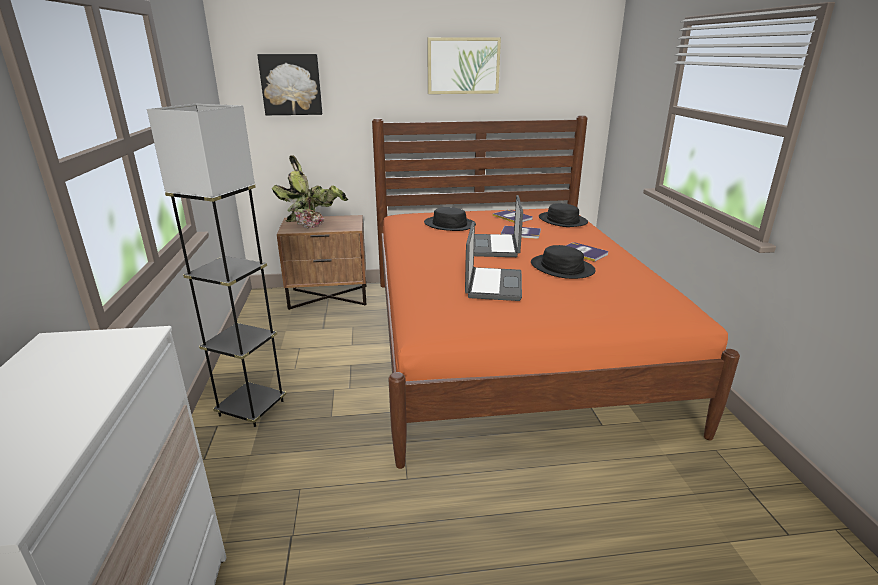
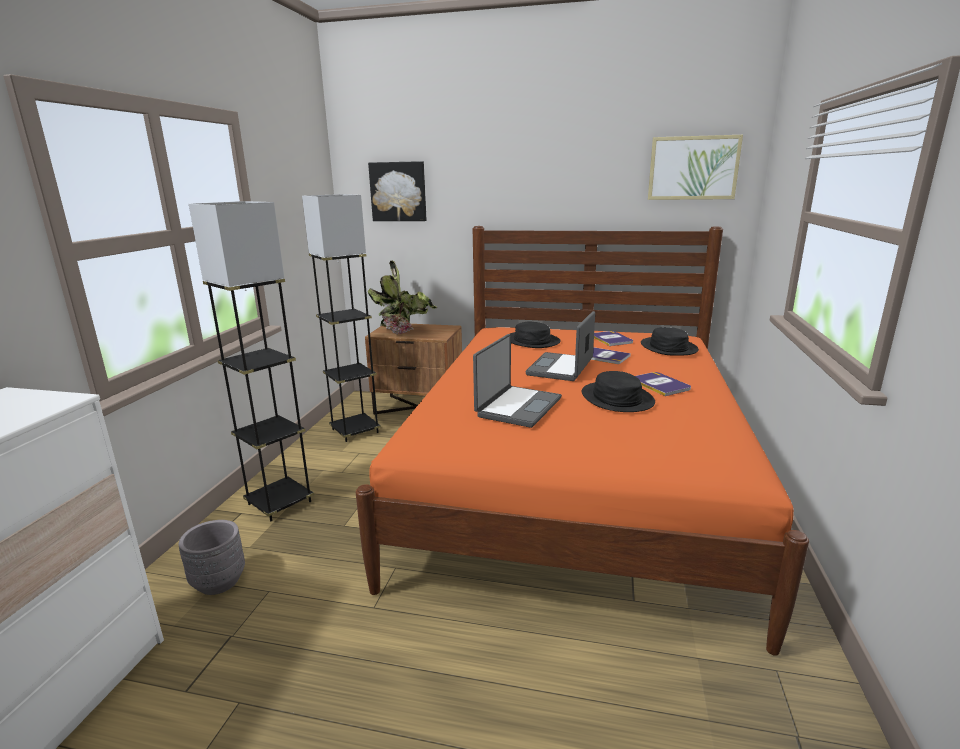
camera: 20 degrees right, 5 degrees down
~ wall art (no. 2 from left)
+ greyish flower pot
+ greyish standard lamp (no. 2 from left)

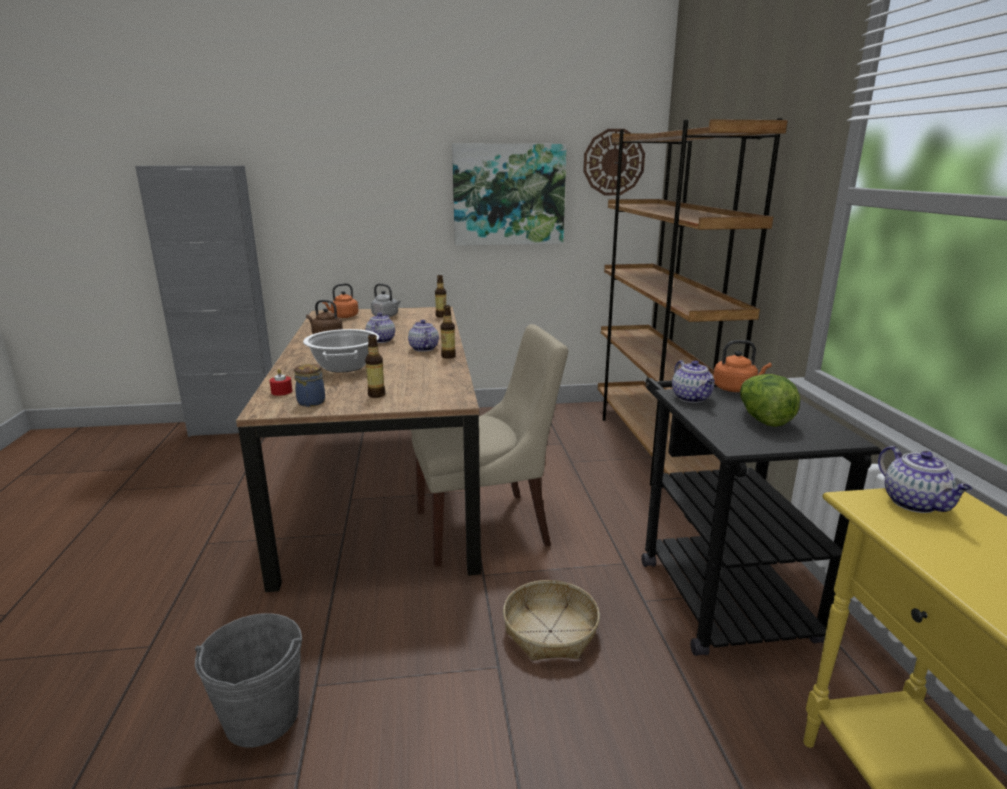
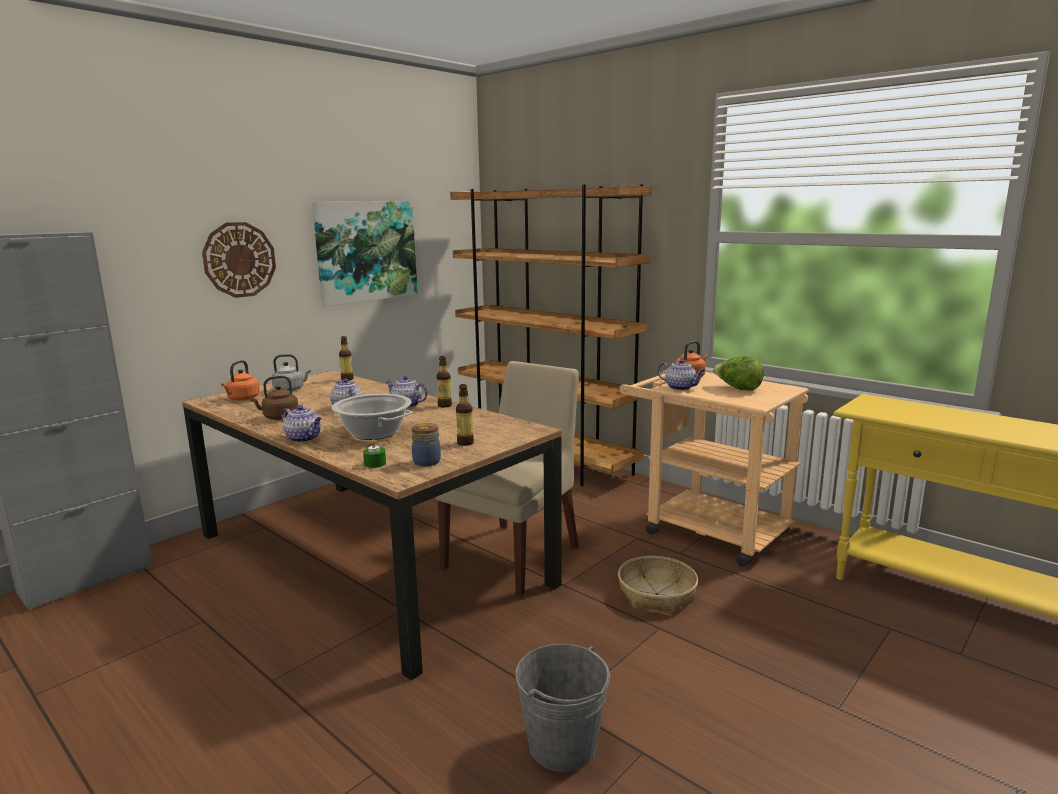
camera: 40 degrees left, 5 degrees down
~ red candle to greenish candle
~ hanging clock
~ blackish wheeled cart to sand-coloured wheeled cart
~ tea pot (no. 4 from left in the first image) to tea pot (no. 1 from left)

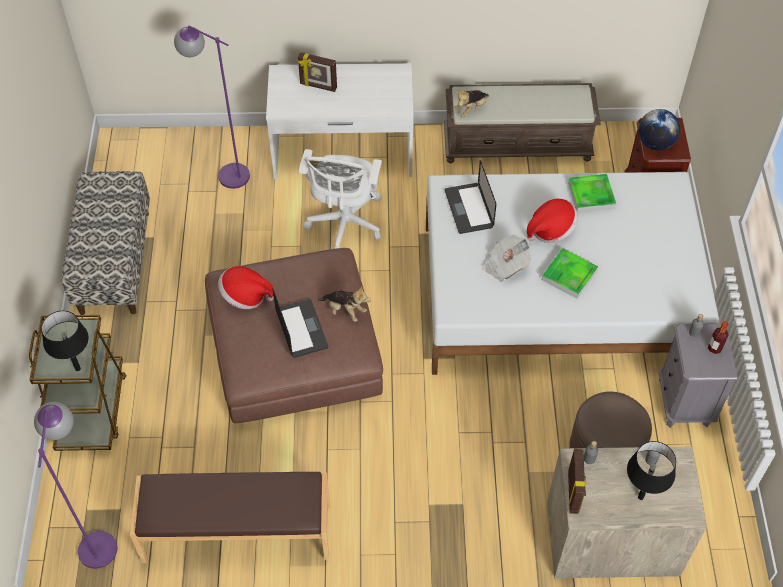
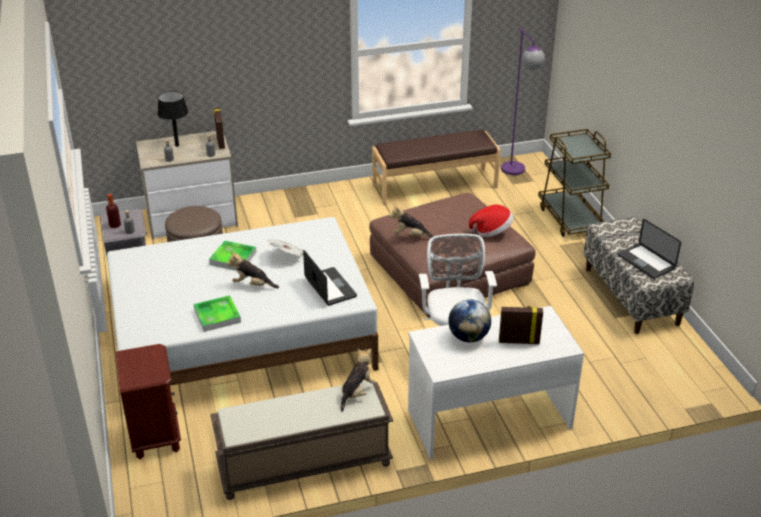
camera: 165 degrees right, 20 degrees down
- blackish table lamp (no. 1 from left)
- purplish standard lamp (no. 2 from left)
~ notebook computer (no. 1 from left in the first image) to notebook computer (no. 2 from left)
~ hat (no. 2 from left) to soft toy (no. 1 from left)
~ world globe

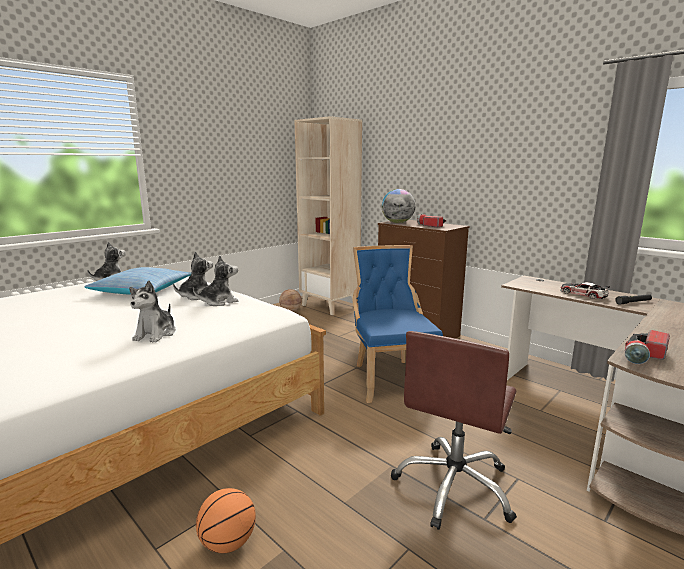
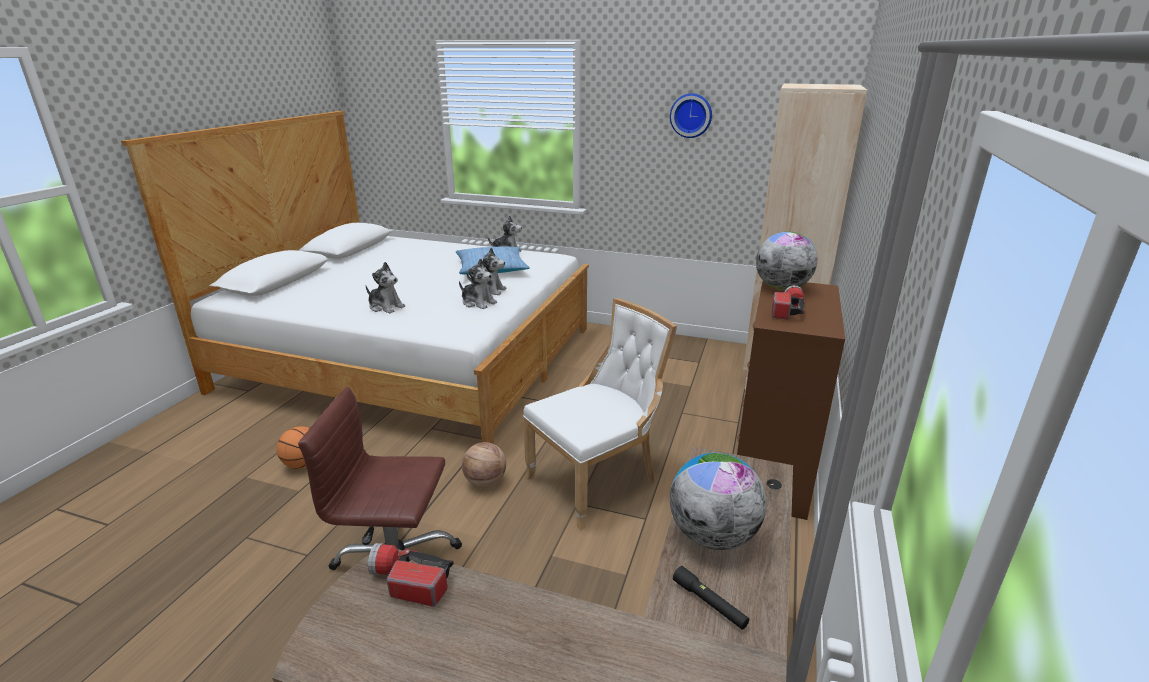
camera: 65 degrees right, 10 degrees up
~ soft toy (no. 2 from left in the first image) 135 degrees counterclockwise
~ basketball (no. 2 from left)
~ blue-coloured upright chair to white-coloured upright chair
~ miniature car to world globe (no. 1 from left)
+ hanging clock

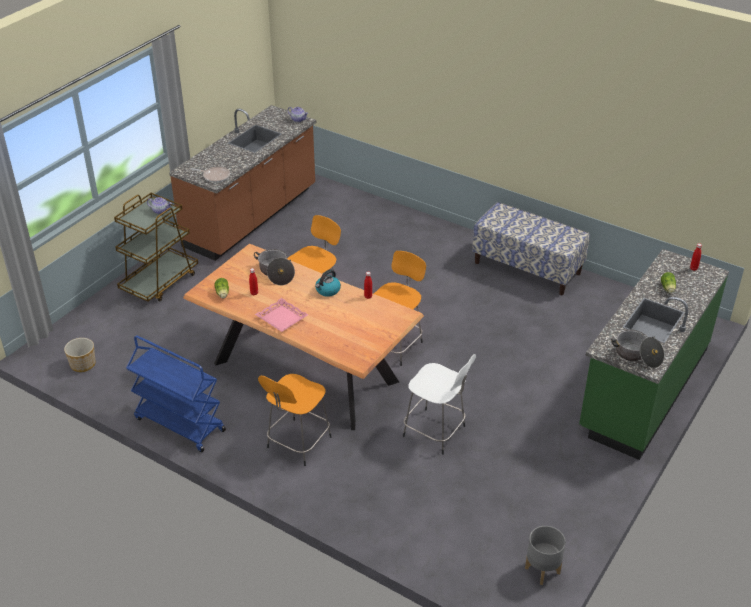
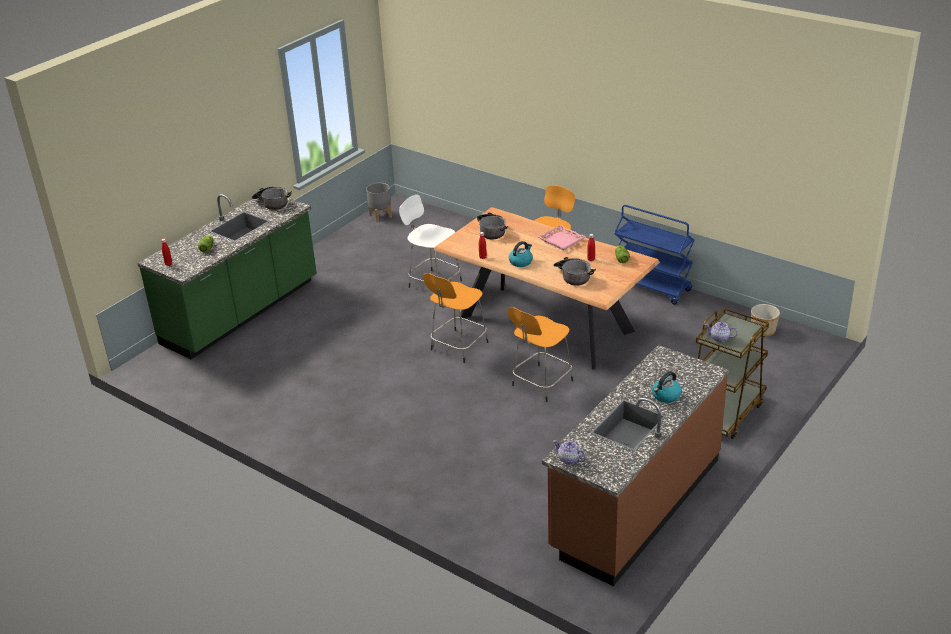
camera: 175 degrees left, 5 degrees down
- pan
- bench
+ stockpot (no. 2 from left)
+ tea kettle (no. 2 from left)

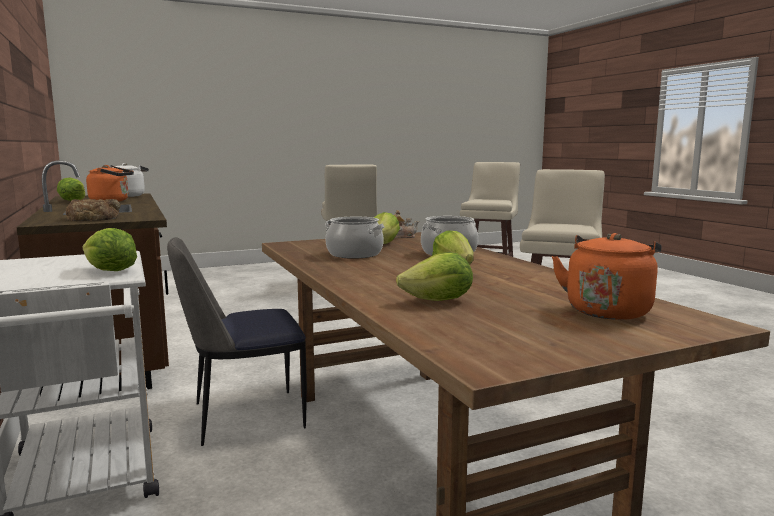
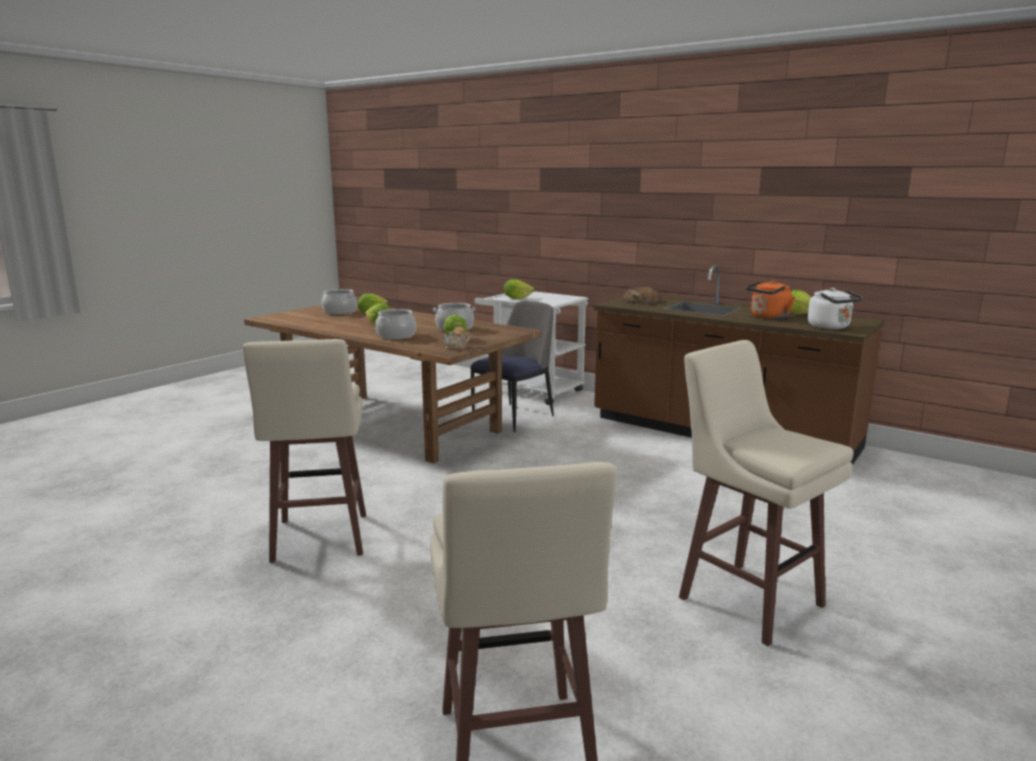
camera: 150 degrees right, 5 degrees up
- orange-coloured tea kettle (no. 2 from left)
+ stockpot (no. 1 from left)

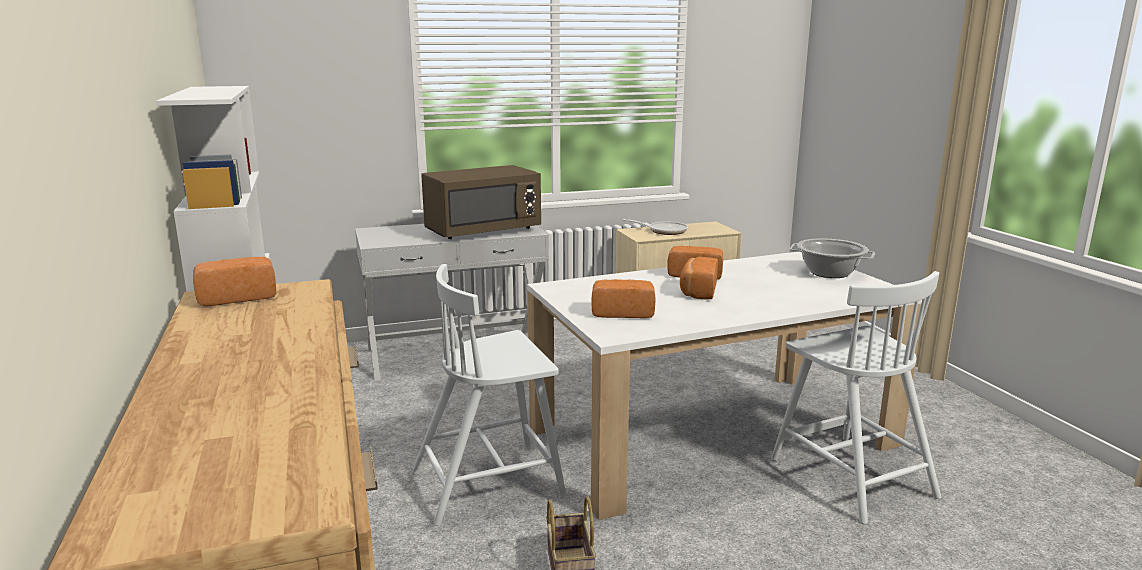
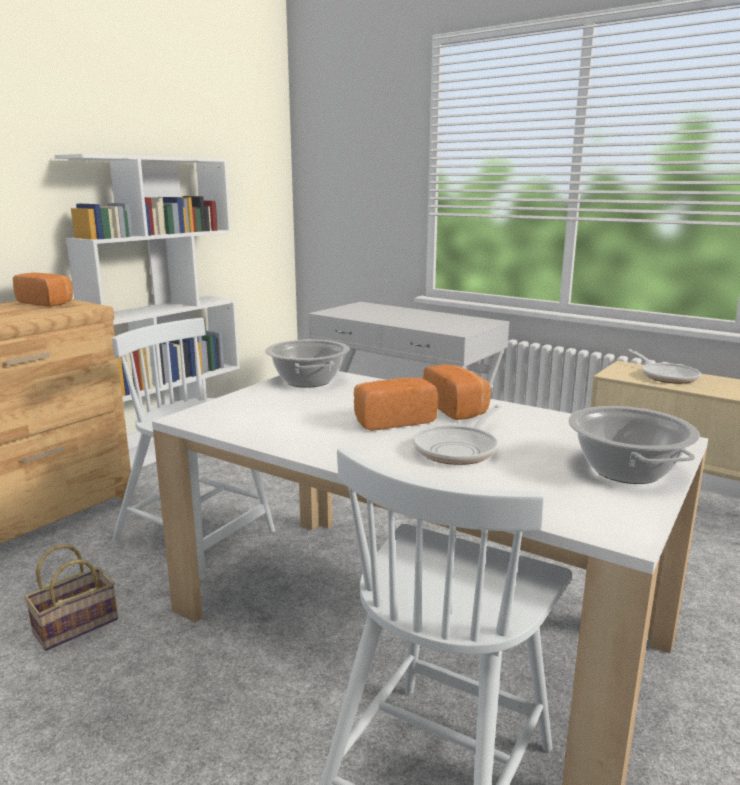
camera: 55 degrees right, 0 degrees up
- brown microwave oven
- bakery bread (no. 2 from left)
+ stockpot (no. 1 from left)
+ pan (no. 1 from left)

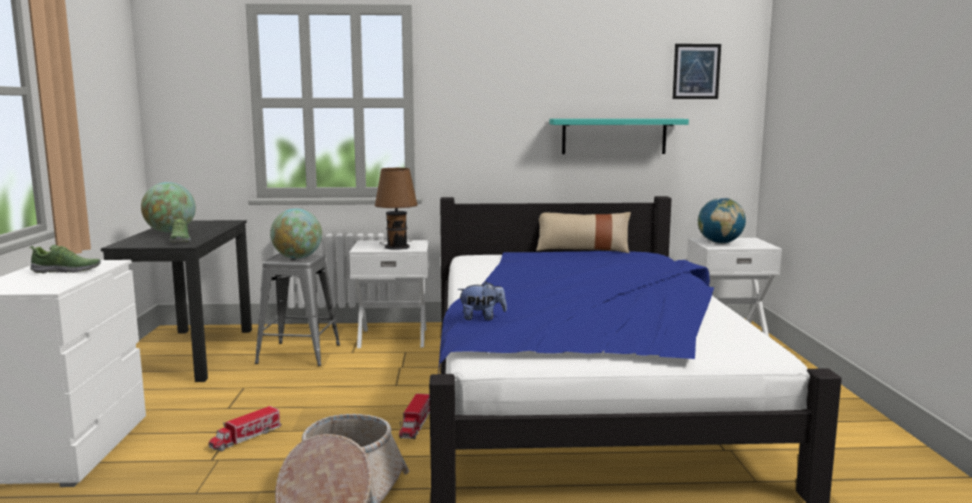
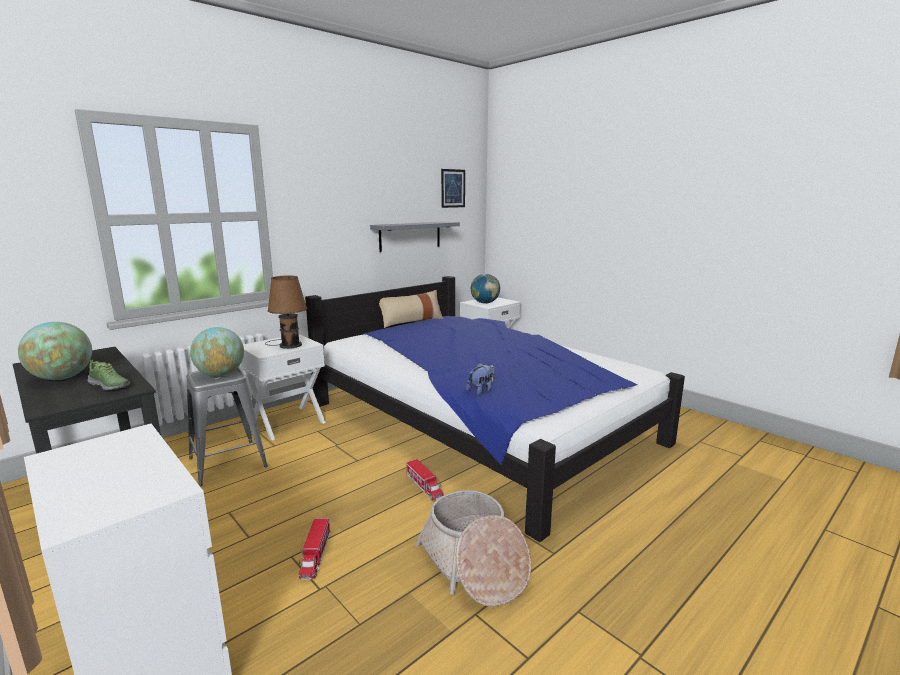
camera: 40 degrees left, 5 degrees up
- low shoe (no. 1 from left)
~ turquoise-coloured shelf to greyish shelf

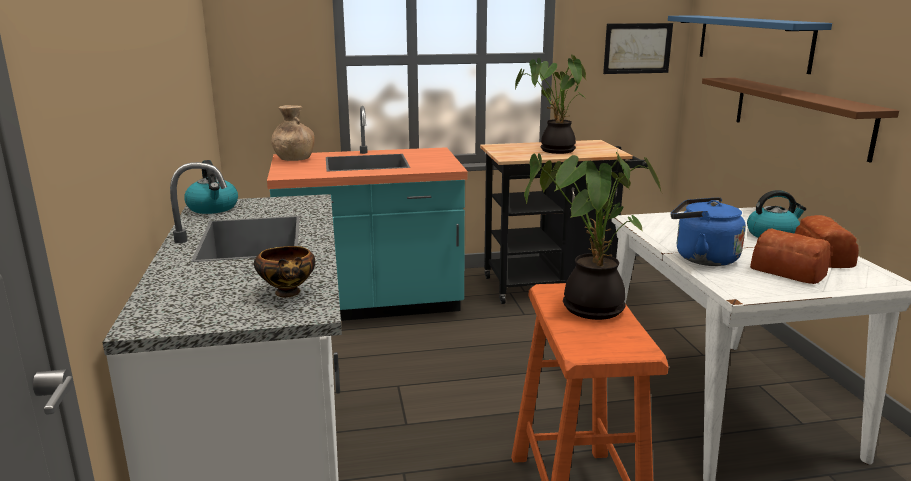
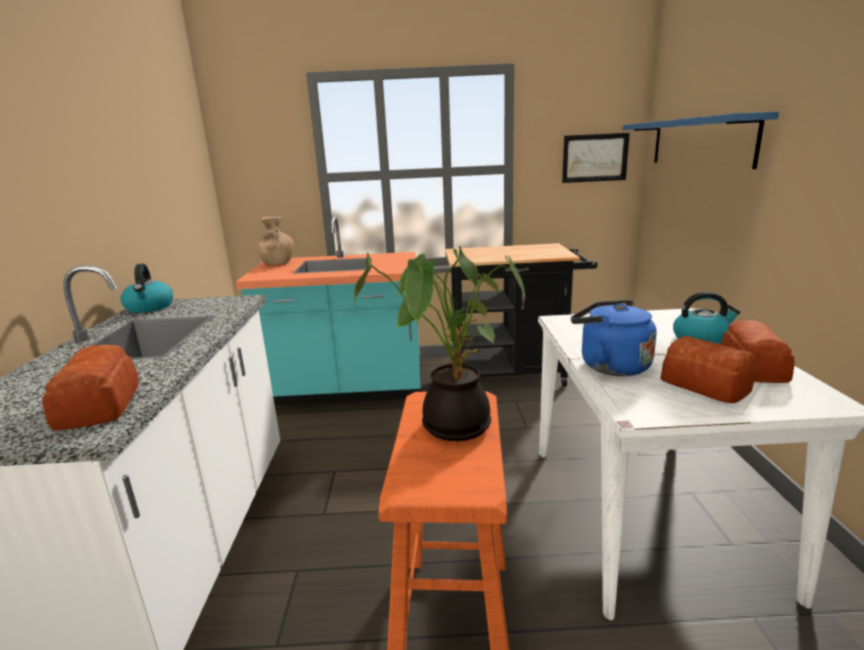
camera: 10 degrees right, 0 degrees up
~ serving bowl to bakery bread (no. 1 from left)
- potted plant (no. 1 from left)
- brown shelf

